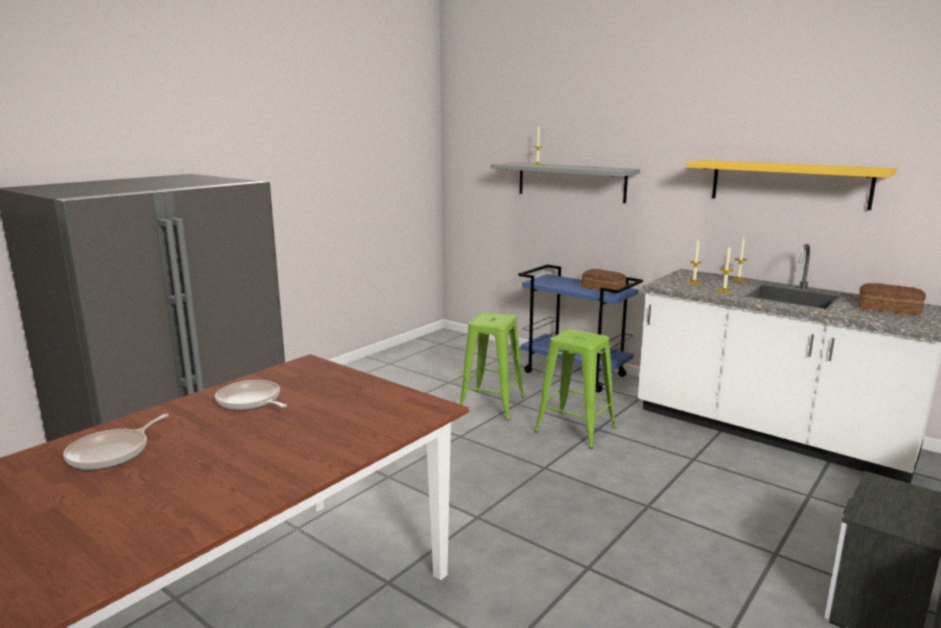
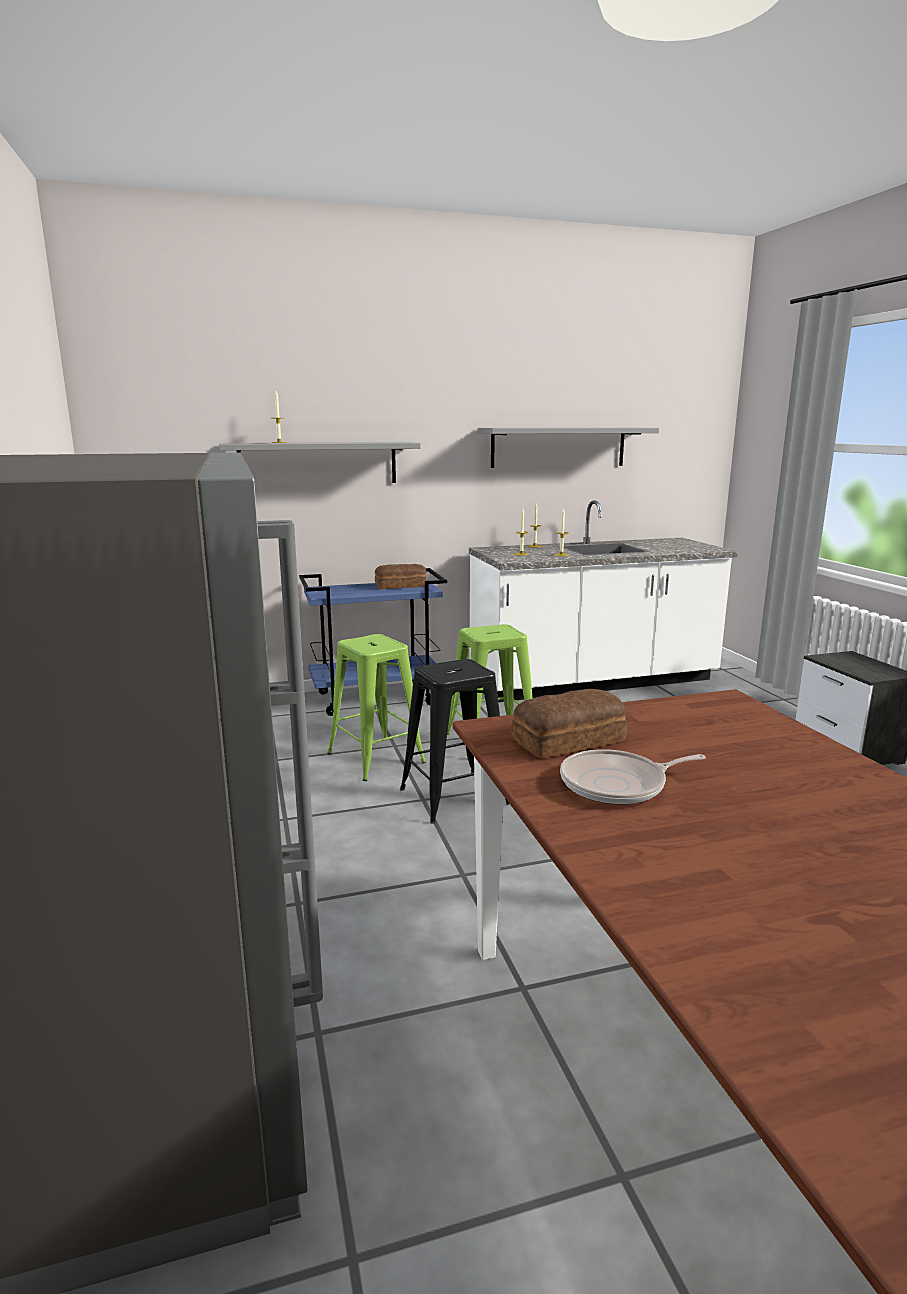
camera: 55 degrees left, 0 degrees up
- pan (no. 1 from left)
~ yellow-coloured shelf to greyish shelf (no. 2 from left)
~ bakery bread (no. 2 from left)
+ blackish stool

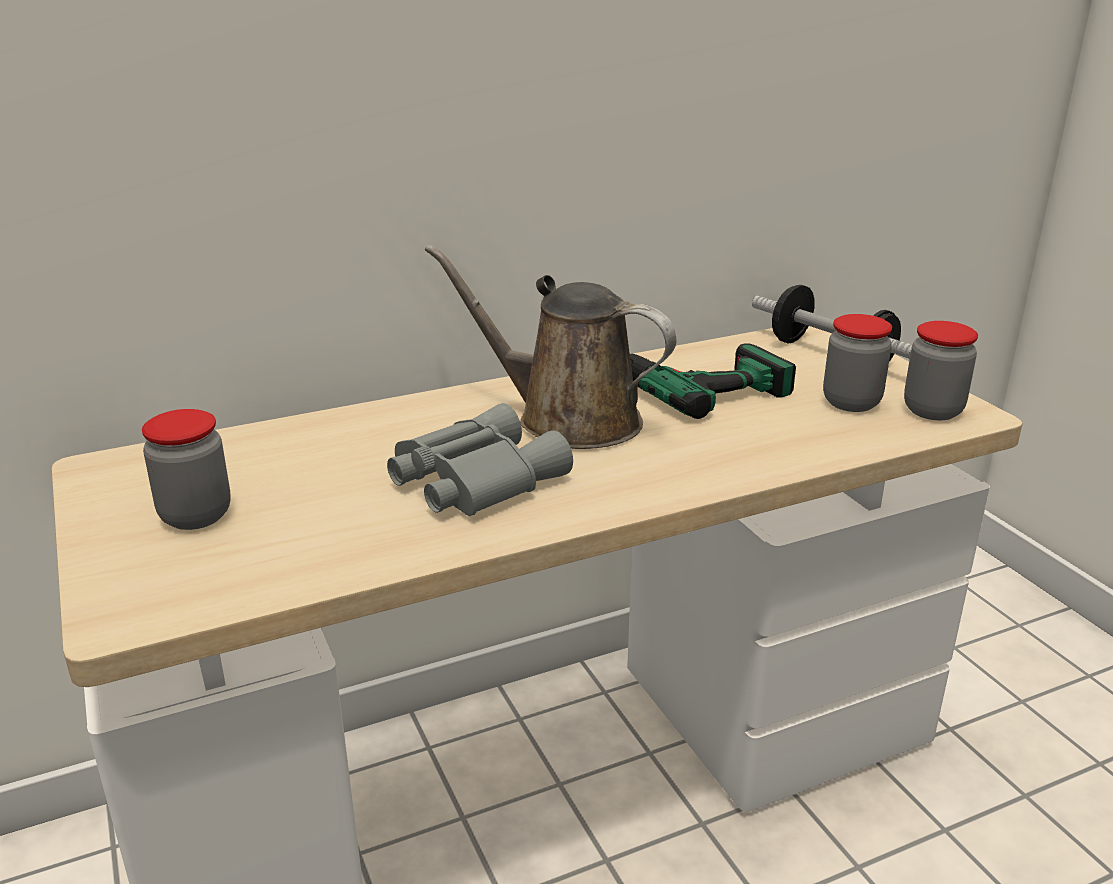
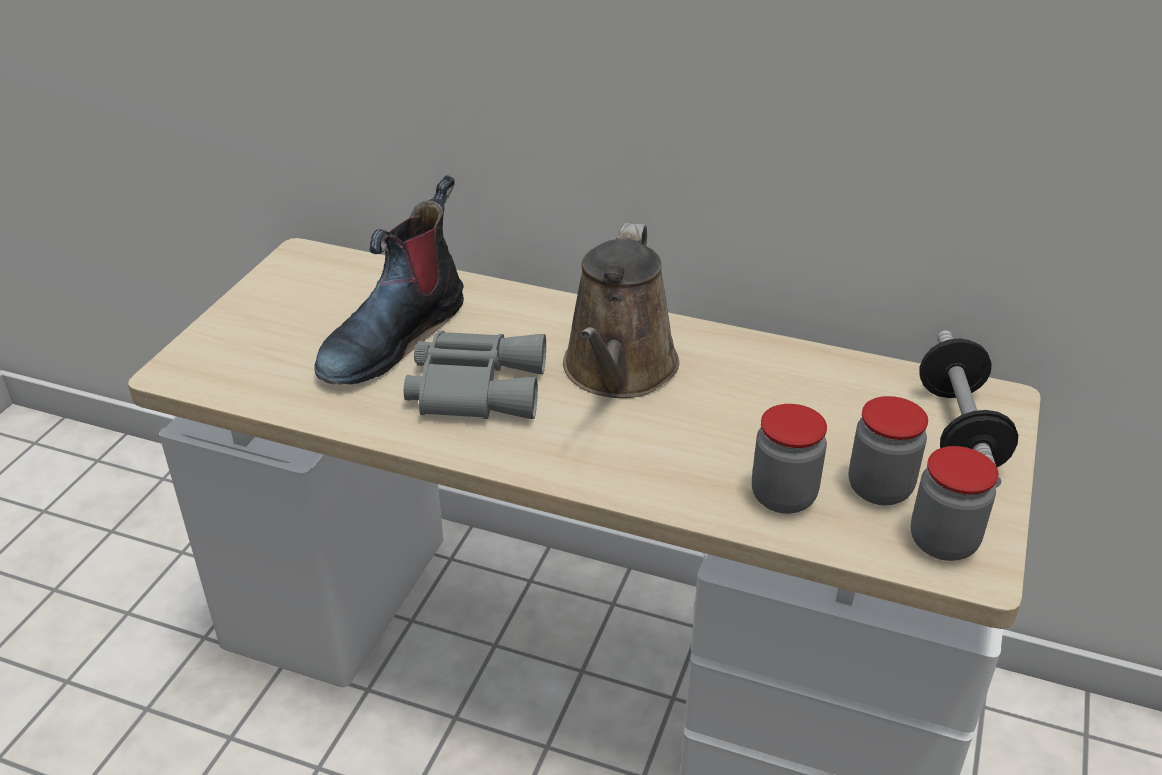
camera: 45 degrees right, 10 degrees up
~ preserve jar (no. 1 from left)
~ brown watering pot 150 degrees counterclockwise
- power drill
+ high-top boot

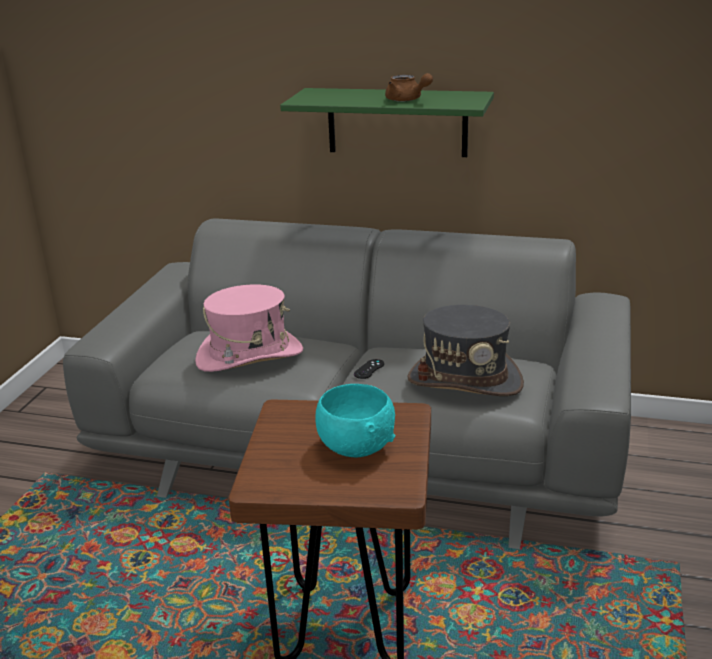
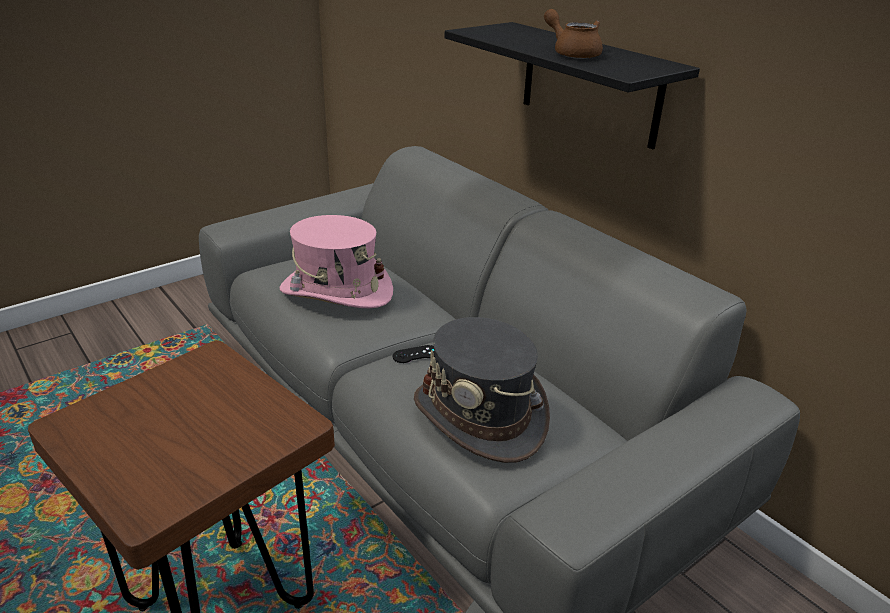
camera: 35 degrees right, 5 degrees up
~ greenish shelf to blackish shelf
- turquoise-coloured serving bowl
~ brown tea pot 150 degrees clockwise

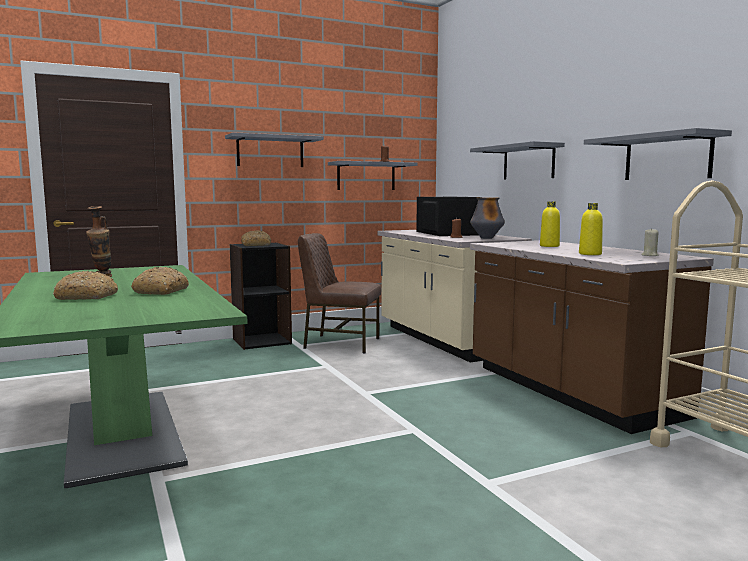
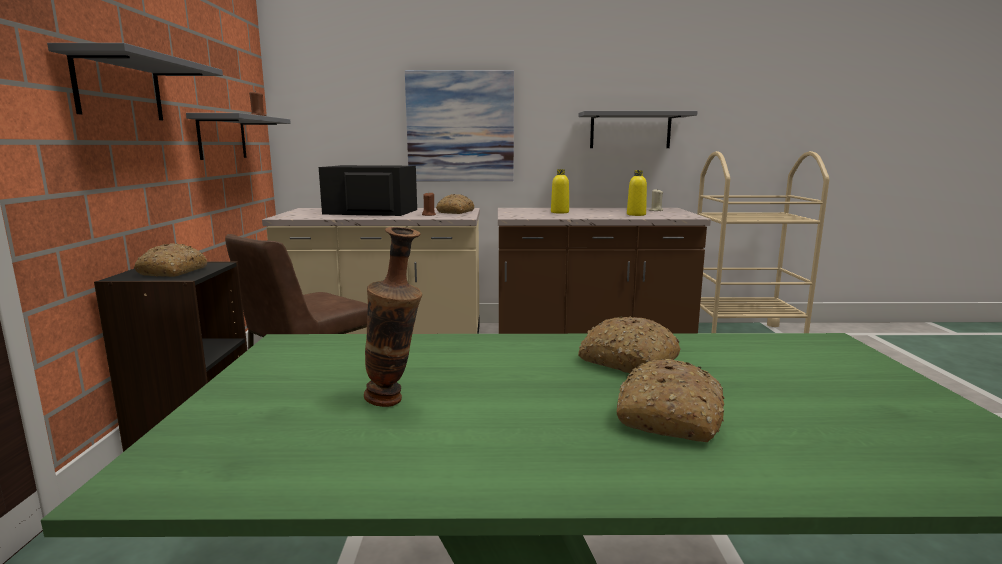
camera: 65 degrees left, 5 degrees up
~ greyish shelf (no. 3 from left) to wall art
~ vase (no. 2 from left) to bakery bread (no. 2 from left)

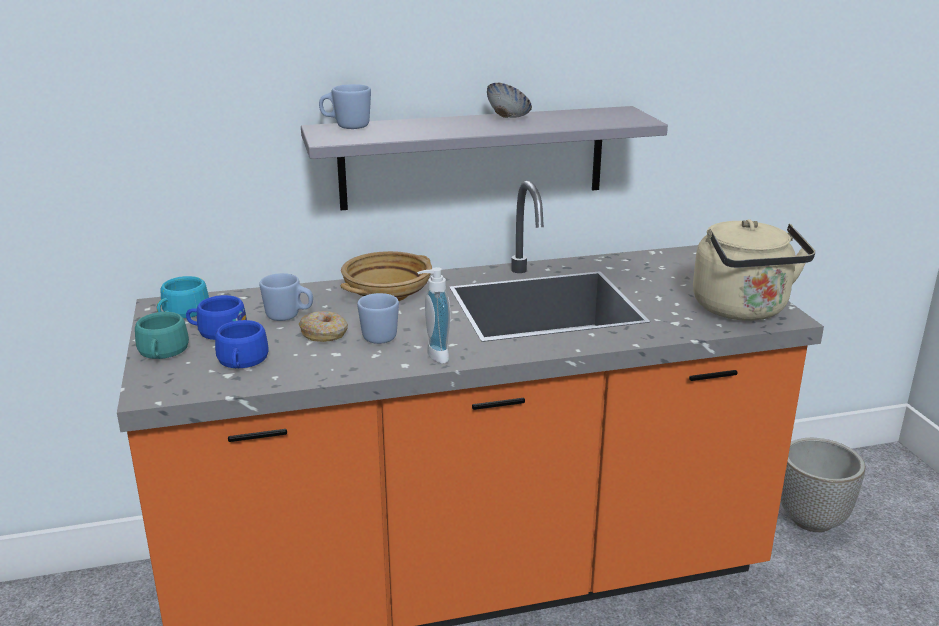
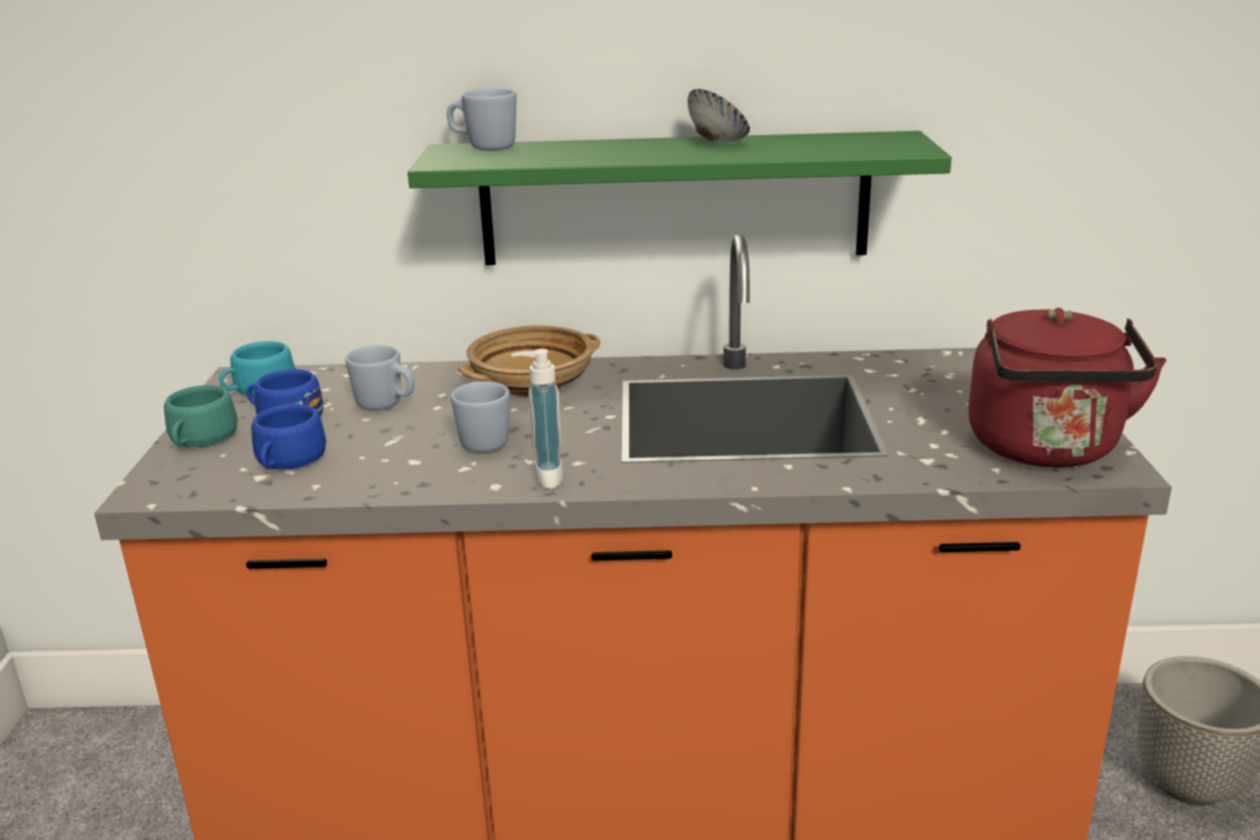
camera: 15 degrees right, 0 degrees up
- donut
~ greyish shelf to greenish shelf
~ sand-coloured tea kettle to red tea kettle

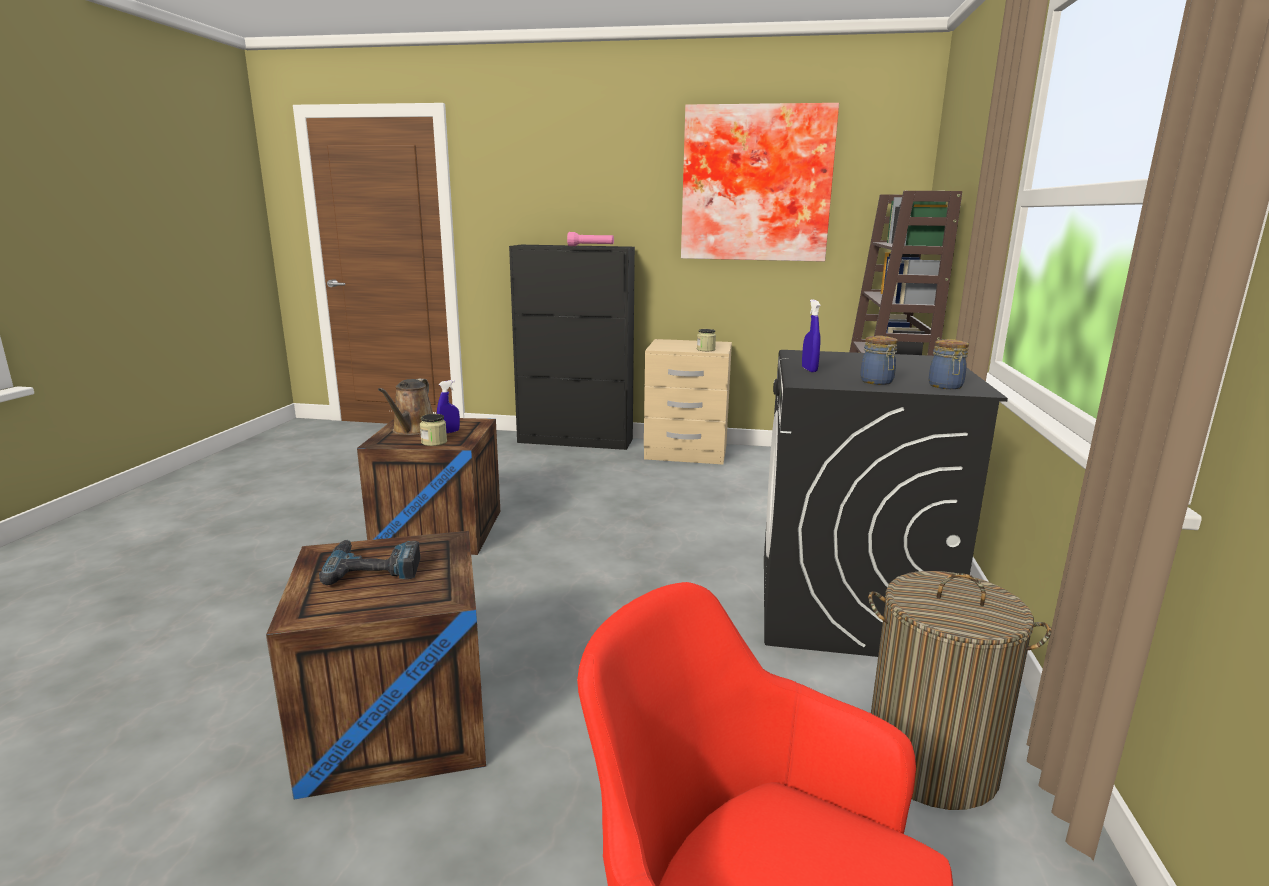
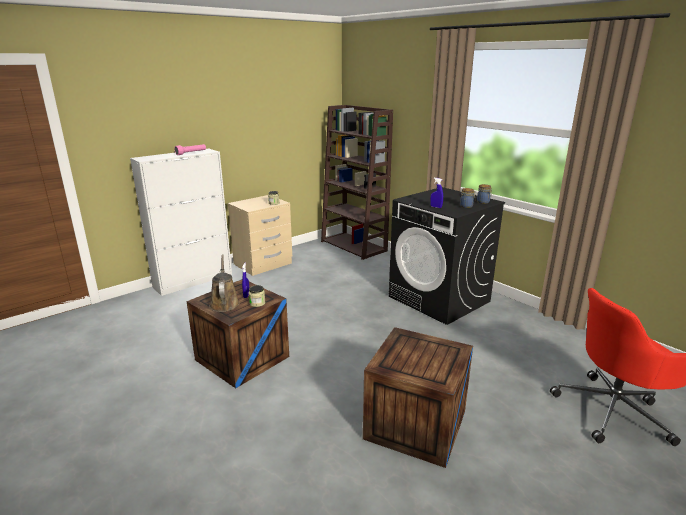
camera: 50 degrees left, 5 degrees up
- power drill
~ brown watering pot 150 degrees counterclockwise
~ blackish cupboard to white-coloured cupboard
- wall art
- washing basket

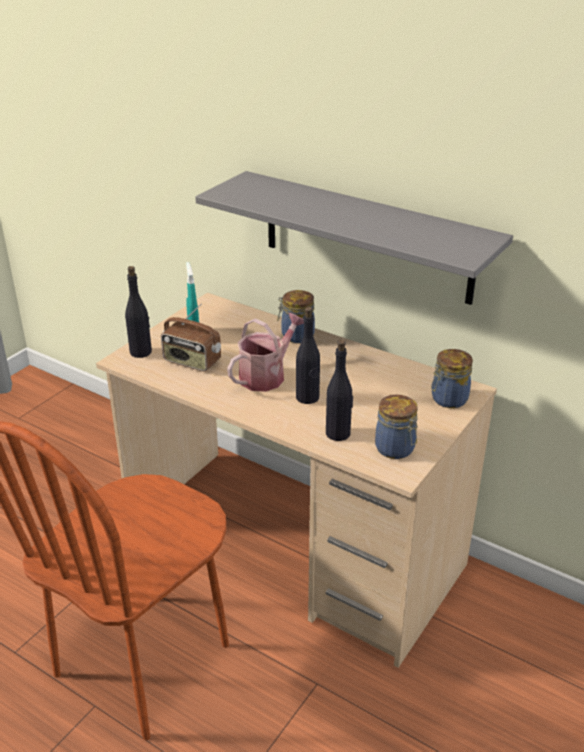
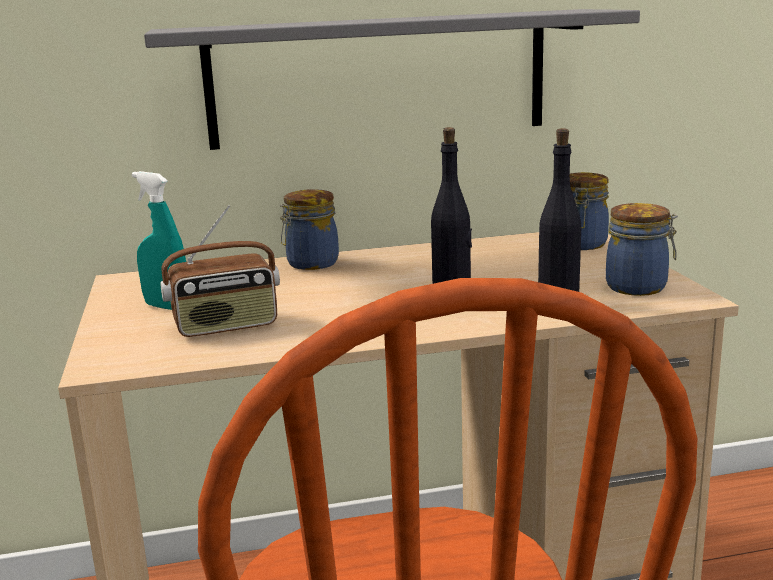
camera: 45 degrees left, 15 degrees down
- blackish beverage bottle (no. 1 from left)
- watering pot

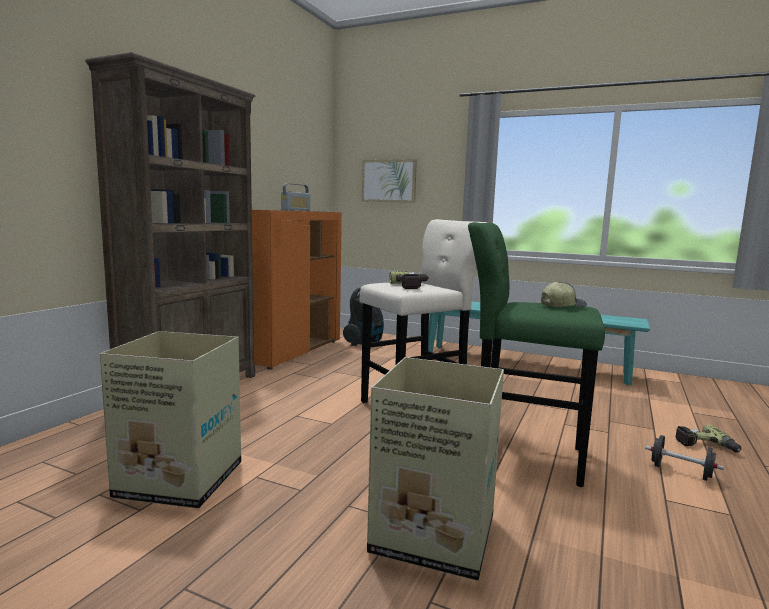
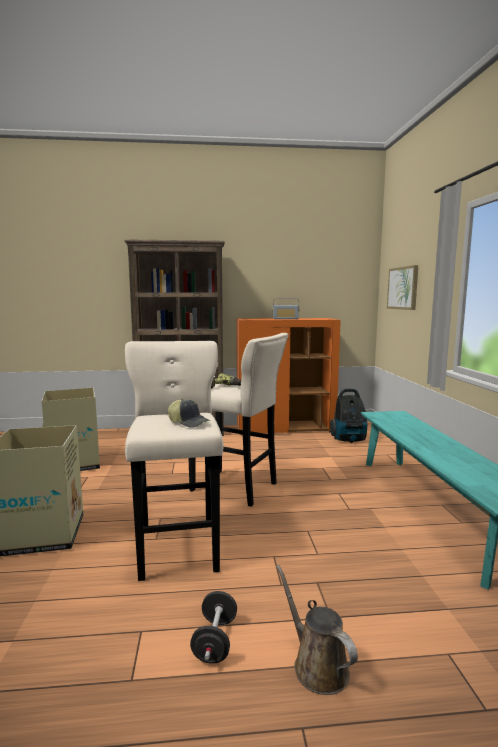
camera: 60 degrees right, 0 degrees up
~ greenish stool to sand-coloured stool (no. 1 from left)
~ power drill (no. 2 from left) to brown watering pot

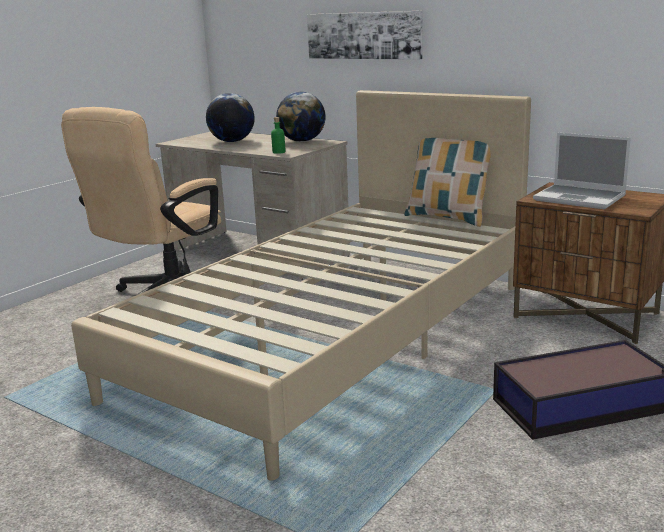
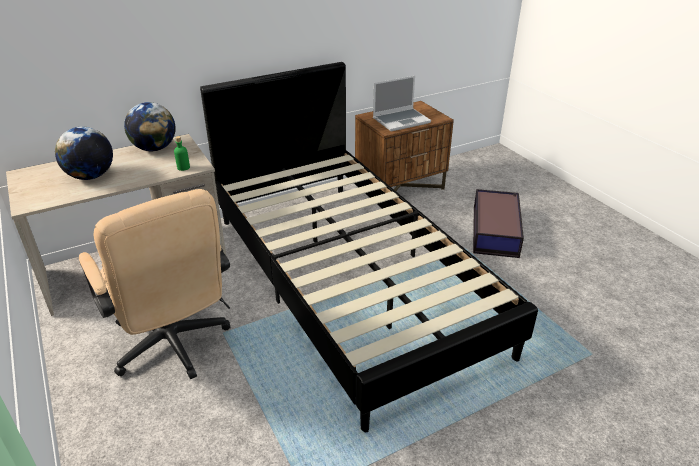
camera: 65 degrees left, 15 degrees up
~ sand-coloured bed to blackish bed
- wall art
- throw pillow

